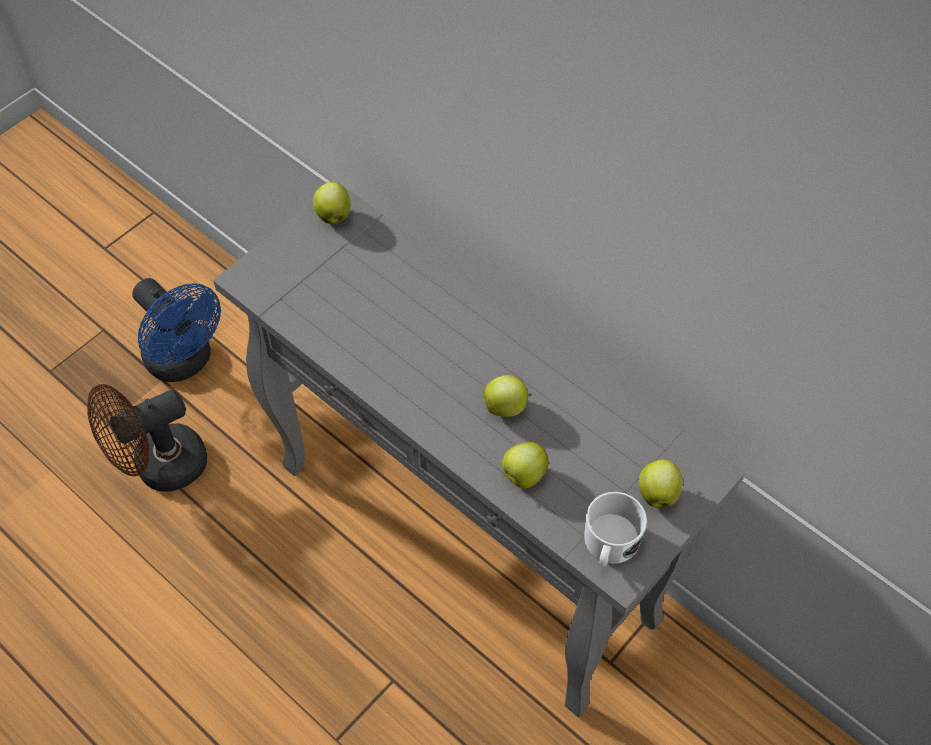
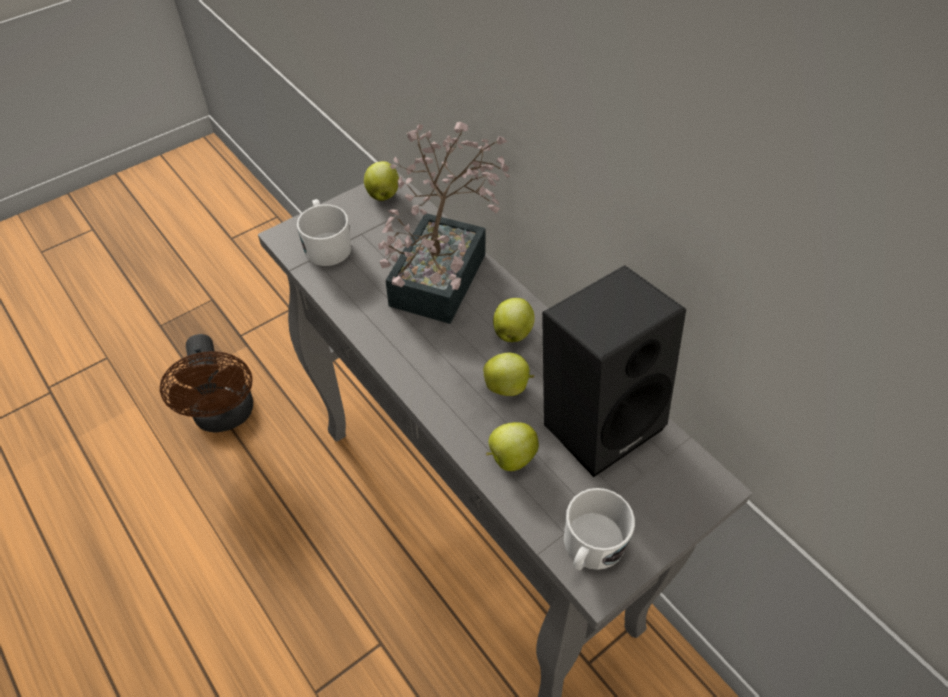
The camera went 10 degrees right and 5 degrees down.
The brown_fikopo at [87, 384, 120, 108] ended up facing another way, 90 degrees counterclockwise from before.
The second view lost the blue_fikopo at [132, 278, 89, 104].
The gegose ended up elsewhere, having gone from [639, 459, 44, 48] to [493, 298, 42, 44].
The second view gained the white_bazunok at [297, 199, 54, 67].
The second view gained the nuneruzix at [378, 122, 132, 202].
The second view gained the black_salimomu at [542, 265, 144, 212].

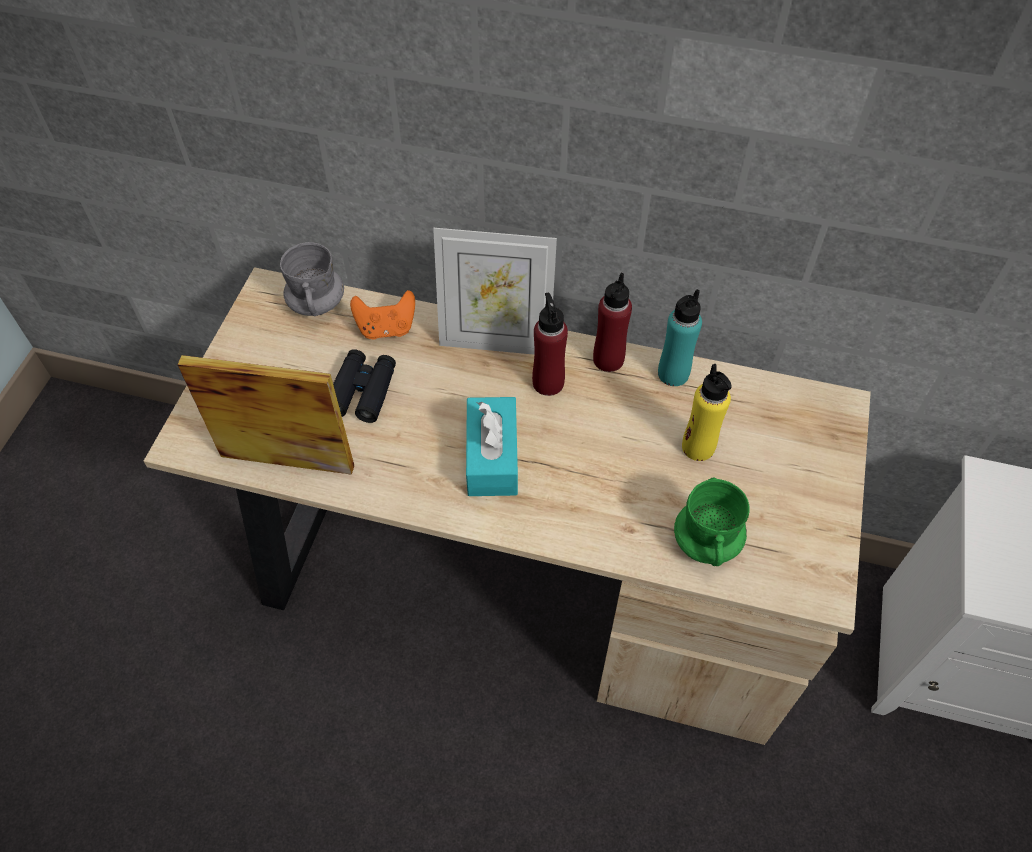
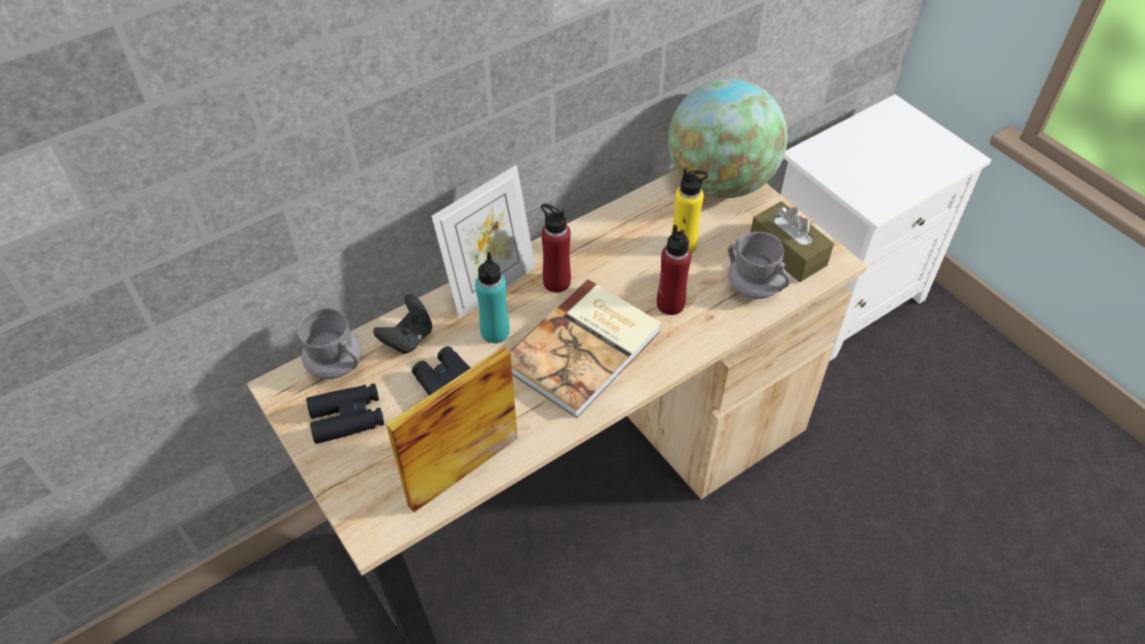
The camera went 50 degrees left and 5 degrees down.
What was the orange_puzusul at [350, 290, 65, 50] turned into the black_puzusul at [373, 294, 59, 60].
Where the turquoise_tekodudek stood at [466, 397, 52, 99], the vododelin came to stand at [509, 279, 152, 139].
The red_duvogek ended up elsewhere, having gone from [593, 273, 39, 99] to [657, 225, 34, 90].
The turquoise_duvogek ended up elsewhere, having gone from [658, 289, 44, 97] to [475, 252, 34, 91].
What was the green_bazunok at [674, 478, 76, 88] turned into the grey_bazunok at [728, 232, 63, 67].
The second view gained the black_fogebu at [306, 383, 78, 61].
The second view gained the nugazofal at [668, 78, 120, 120].
The second view gained the brown_tekodudek at [750, 201, 84, 81].

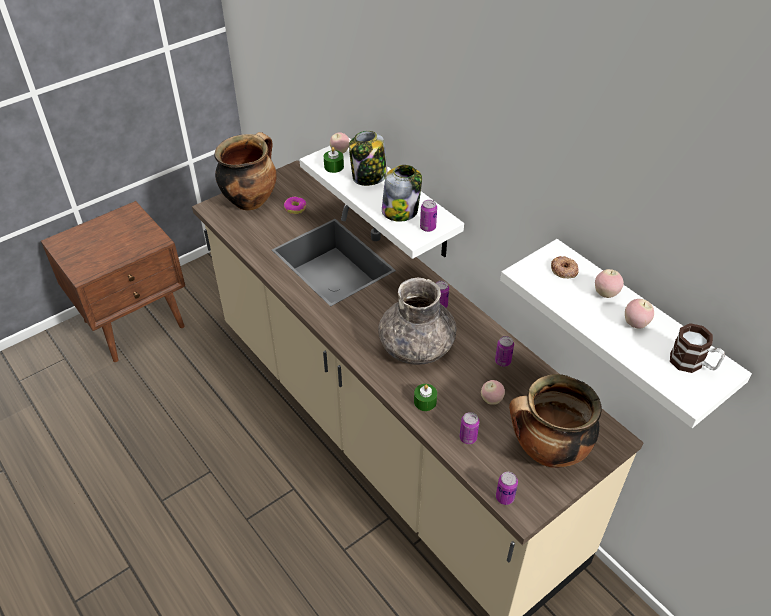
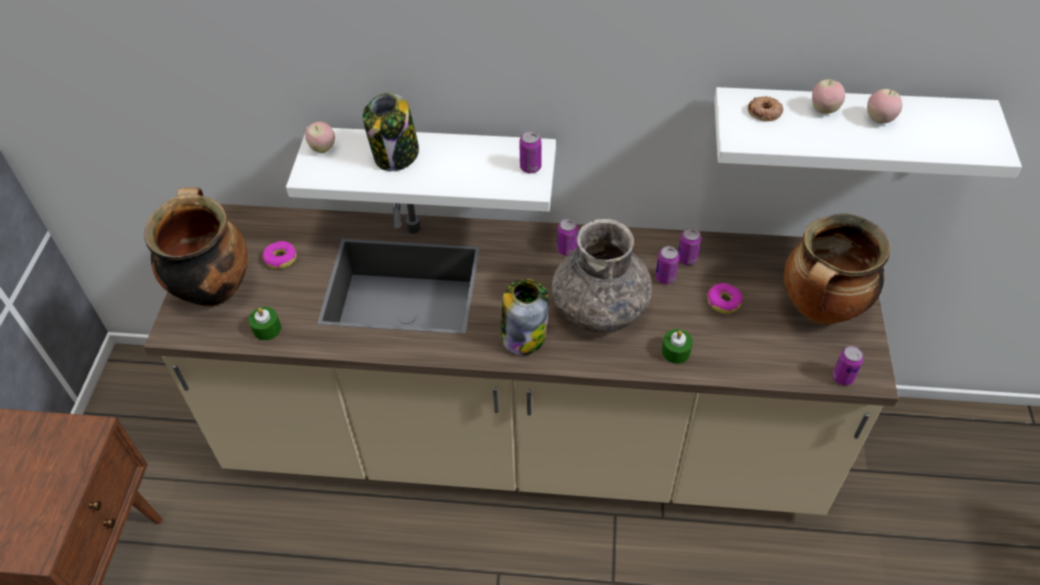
The camera went 45 degrees left and 5 degrees up.
The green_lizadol ended up elsewhere, having gone from [324, 147, 20, 26] to [248, 307, 33, 34].
The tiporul ended up elsewhere, having gone from [382, 165, 40, 57] to [500, 279, 49, 76].
The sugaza ended up elsewhere, having gone from [459, 412, 20, 32] to [655, 246, 24, 38].
Where the gegose stood at [481, 380, 24, 25], the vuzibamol came to stand at [707, 283, 36, 31].
The second view lost the bazunok at [670, 323, 55, 50].

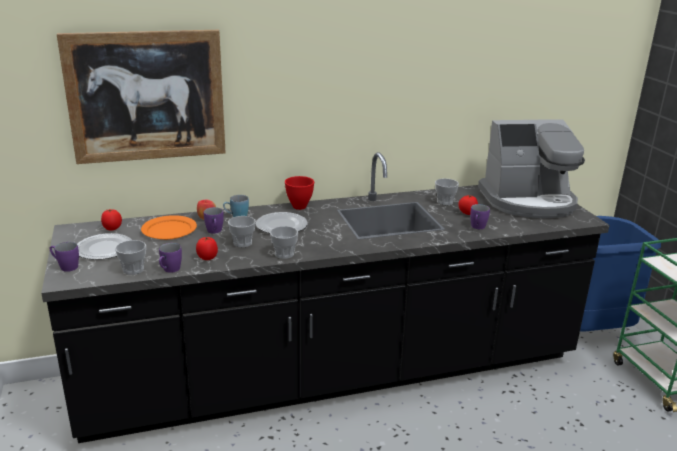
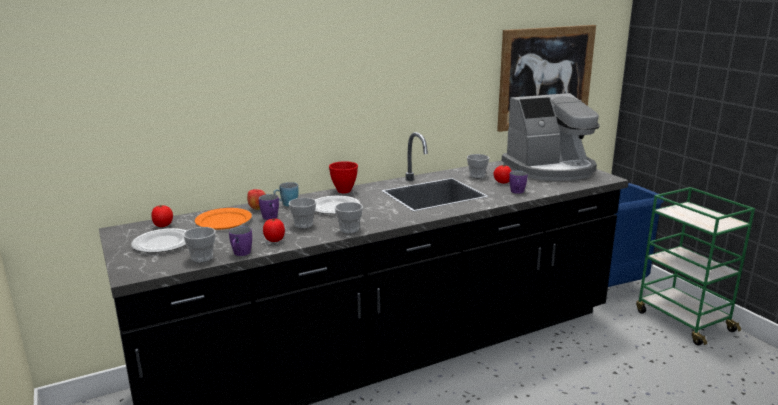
The camera went 10 degrees left and 5 degrees down.
The second view lost the purple_bazunok at [49, 242, 30, 30].
The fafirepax ended up elsewhere, having gone from [57, 30, 169, 134] to [497, 25, 99, 107].

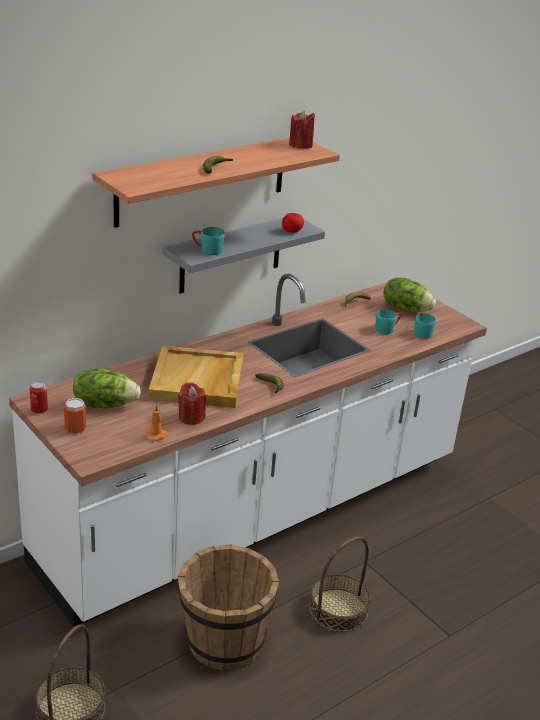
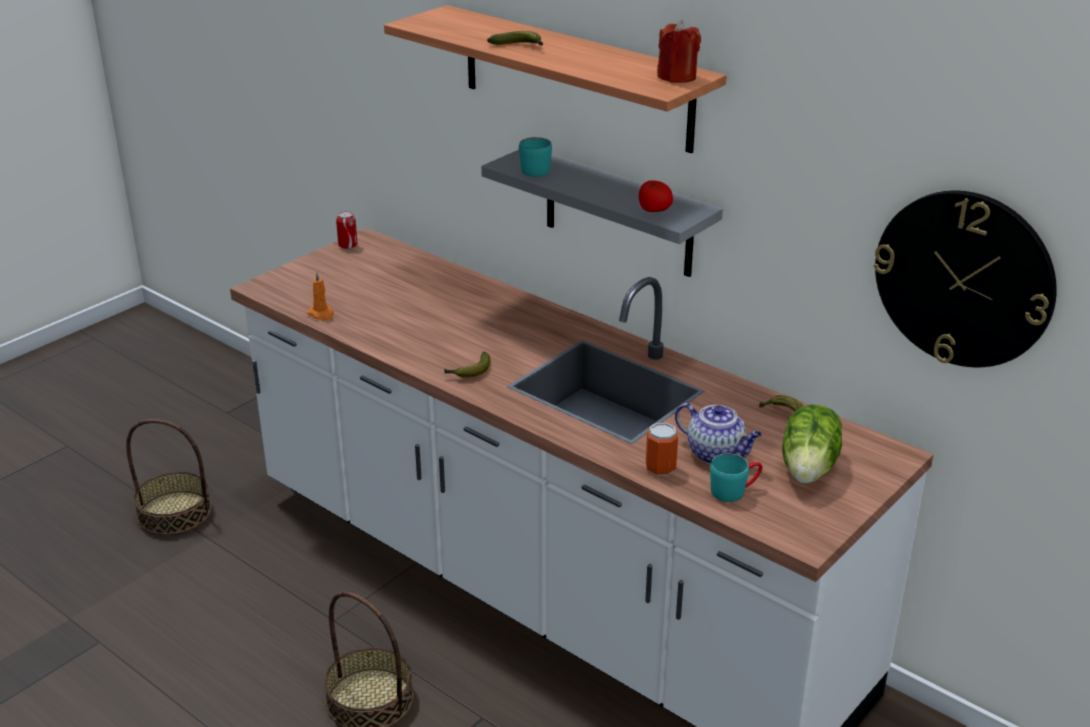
The camera went 80 degrees right and 0 degrees up.
The sugaza ended up elsewhere, having gone from [64, 398, 23, 36] to [646, 423, 32, 53].
The second view lost the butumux at [73, 369, 68, 39].
The second view lost the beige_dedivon at [148, 345, 96, 63].
The second view lost the red_lizadol at [178, 382, 28, 43].
The second view lost the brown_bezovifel at [178, 545, 101, 126].
Where the turquoise_bazunok stood at [375, 309, 26, 26], the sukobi came to stand at [675, 403, 87, 61].
The second view gained the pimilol at [874, 191, 183, 176].

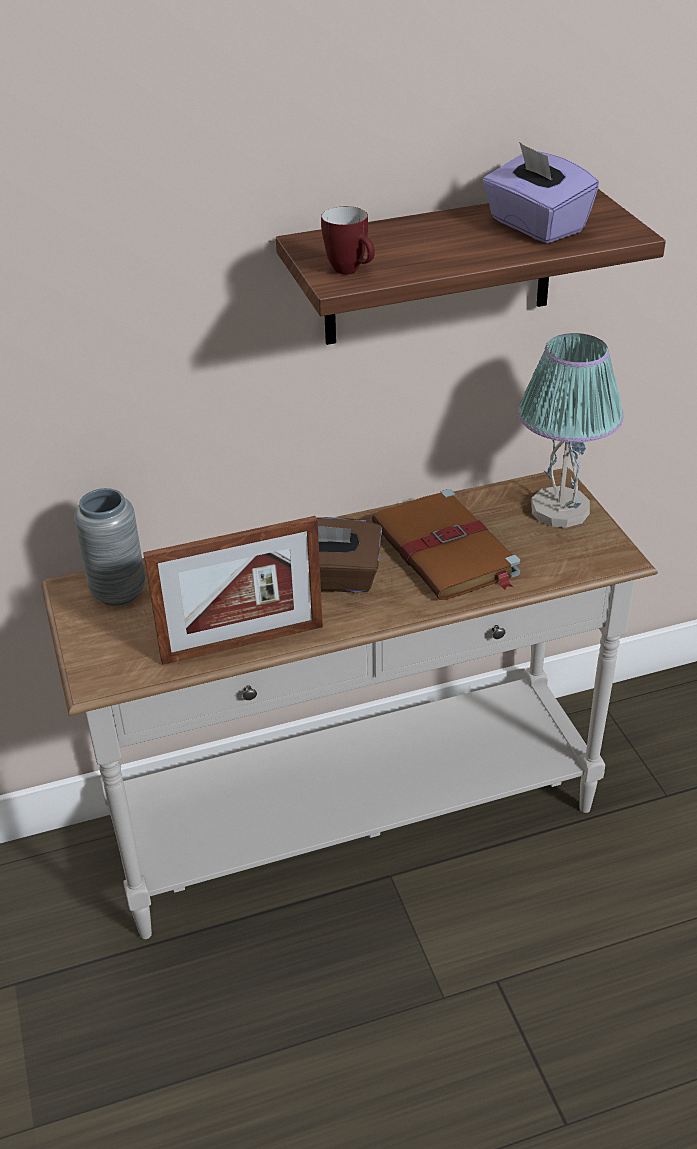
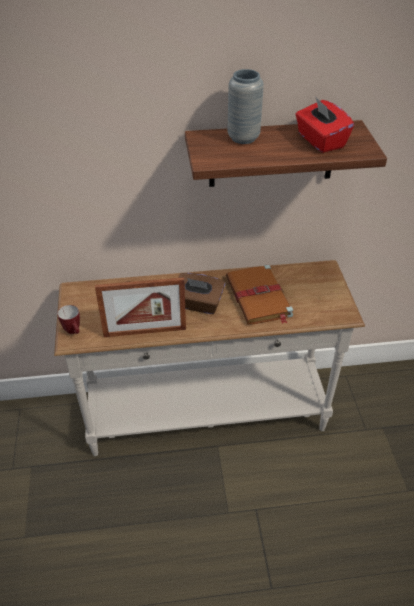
The camera went 10 degrees right and 5 degrees up.
The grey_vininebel ended up elsewhere, having gone from [74, 488, 71, 118] to [227, 69, 37, 75].
The bazunok ended up elsewhere, having gone from [321, 206, 54, 69] to [58, 305, 22, 29].
What was the purple_tekodudek at [483, 142, 116, 101] turned into the red_tekodudek at [295, 98, 59, 55].
The second view lost the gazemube at [518, 333, 106, 195].

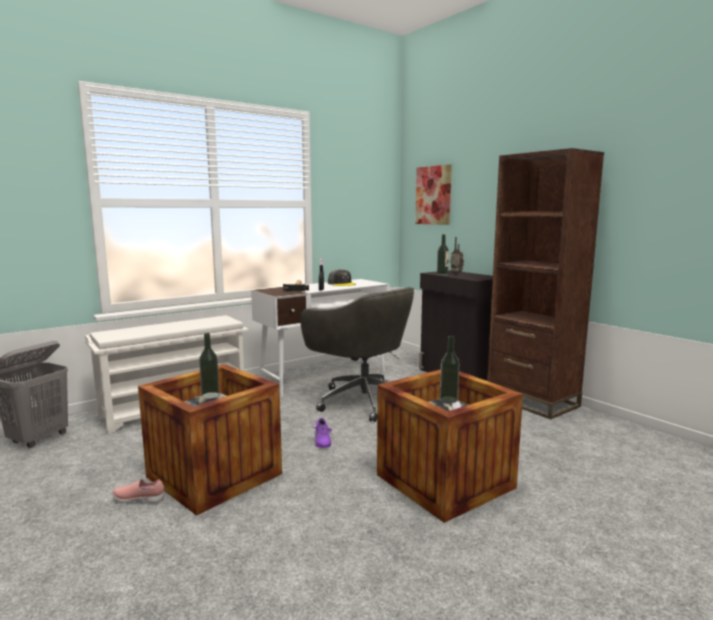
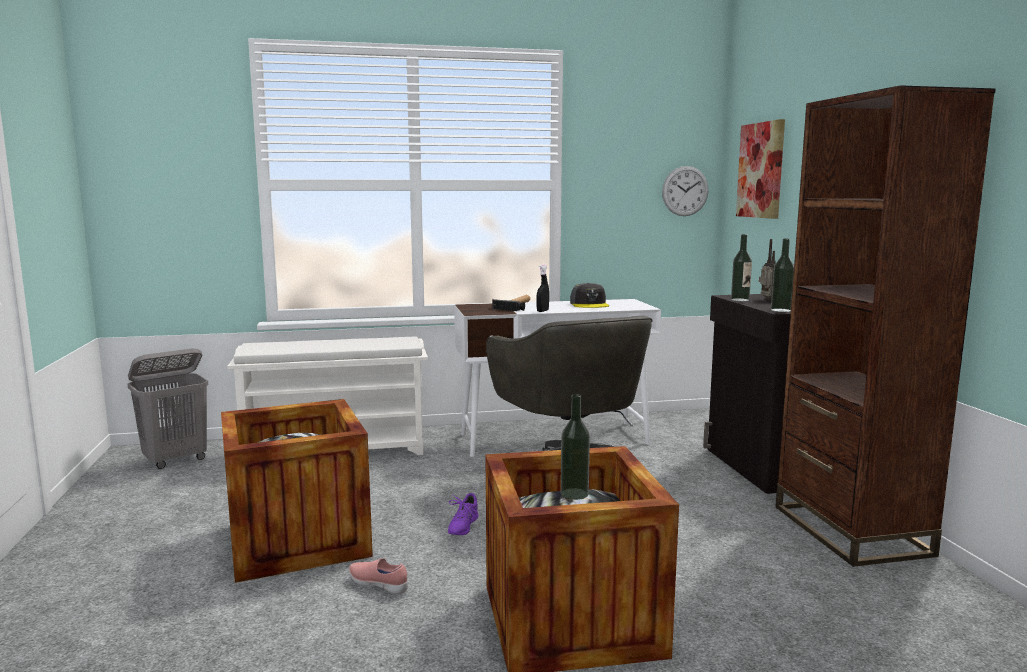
The camera went 25 degrees right and 0 degrees up.
The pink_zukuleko ended up elsewhere, having gone from [112, 479, 53, 24] to [349, 558, 59, 36].
The duvogek ended up elsewhere, having gone from [199, 333, 21, 66] to [771, 239, 23, 73].
The second view gained the pimilol at [662, 166, 47, 50].

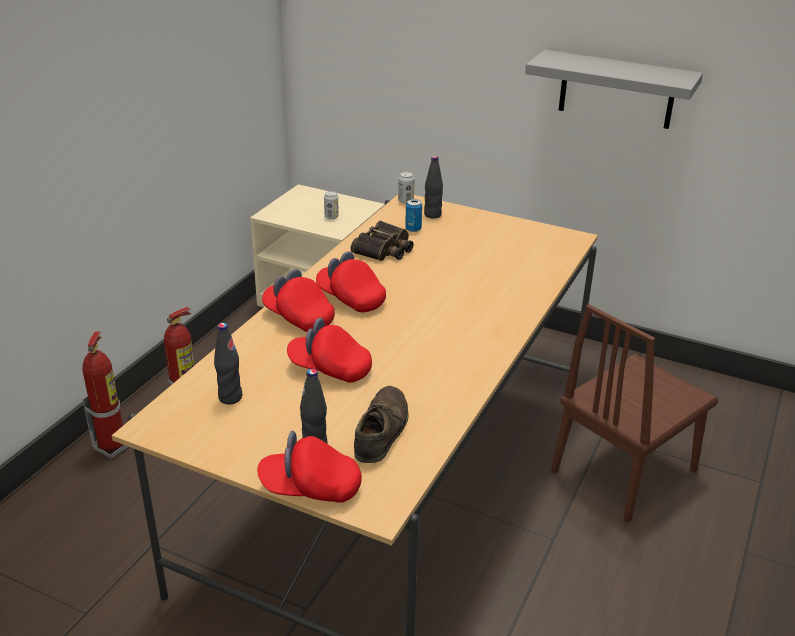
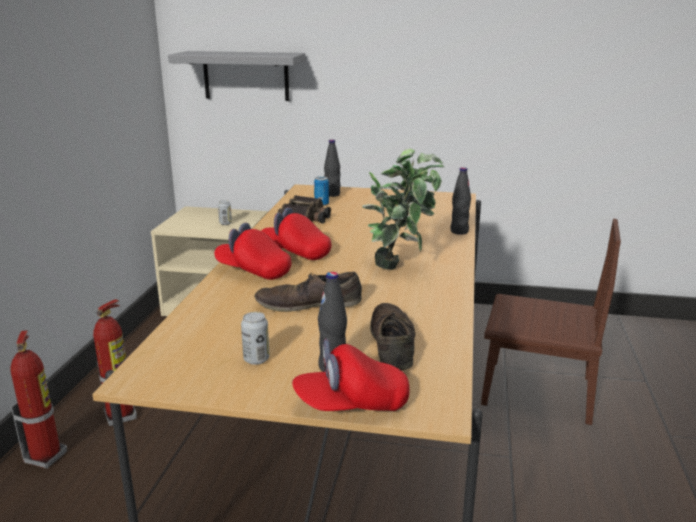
The camera went 15 degrees left and 10 degrees down.
The black_duvogek ended up elsewhere, having gone from [214, 323, 28, 81] to [451, 167, 20, 68].
Where the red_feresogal stood at [287, 317, 85, 66], the brown_zukuleko came to stand at [255, 272, 107, 40].
The sugaza ended up elsewhere, having gone from [398, 172, 17, 32] to [241, 312, 29, 53].
The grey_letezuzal ended up elsewhere, having gone from [525, 50, 178, 79] to [168, 51, 137, 50].
The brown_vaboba at [551, 304, 167, 219] ended up facing another way, 105 degrees counterclockwise from before.
The second view gained the nuneruzix at [362, 149, 82, 121].

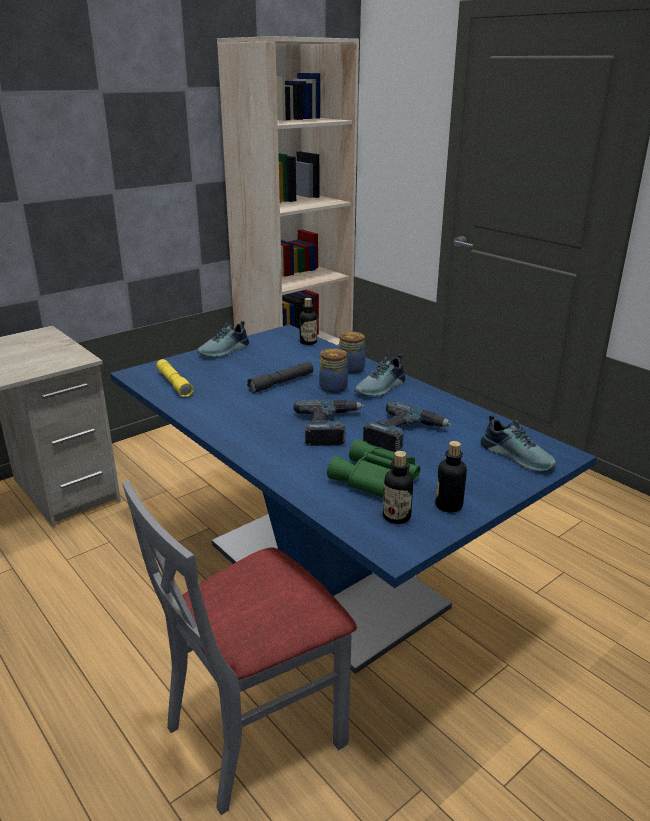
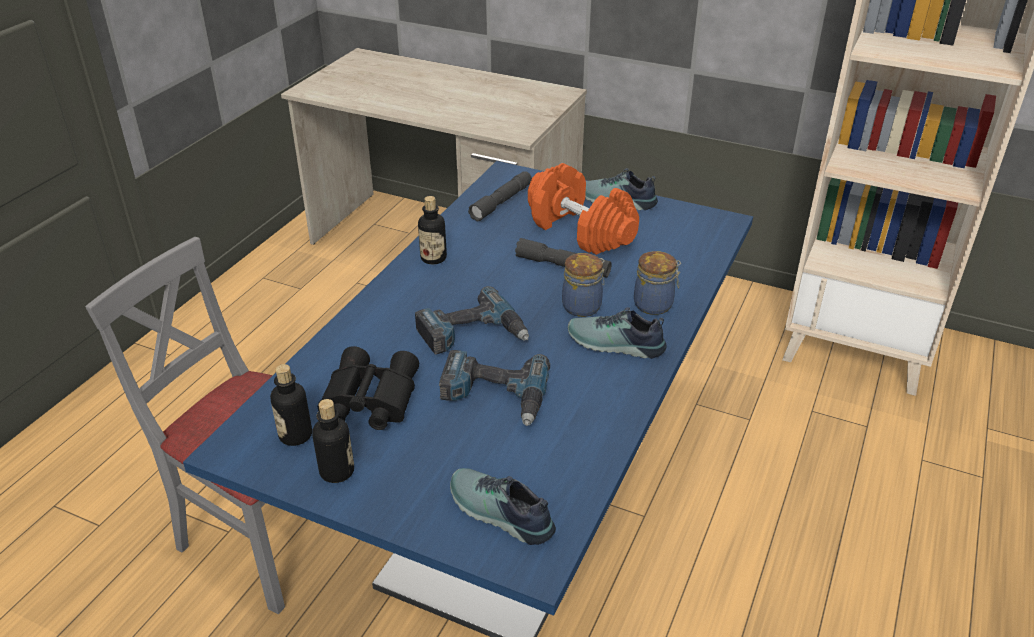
The camera went 65 degrees right and 10 degrees up.
What was the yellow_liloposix at [156, 359, 38, 38] turned into the grey_liloposix at [468, 171, 64, 50].
The duvogek ended up elsewhere, having gone from [299, 298, 18, 47] to [418, 196, 29, 68].
What was the green_fogebu at [327, 439, 93, 60] turned into the black_fogebu at [318, 346, 101, 84].
The zukuleko at [481, 415, 75, 56] ended up facing another way, 105 degrees clockwise from before.
The second view gained the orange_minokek at [528, 163, 111, 92].

